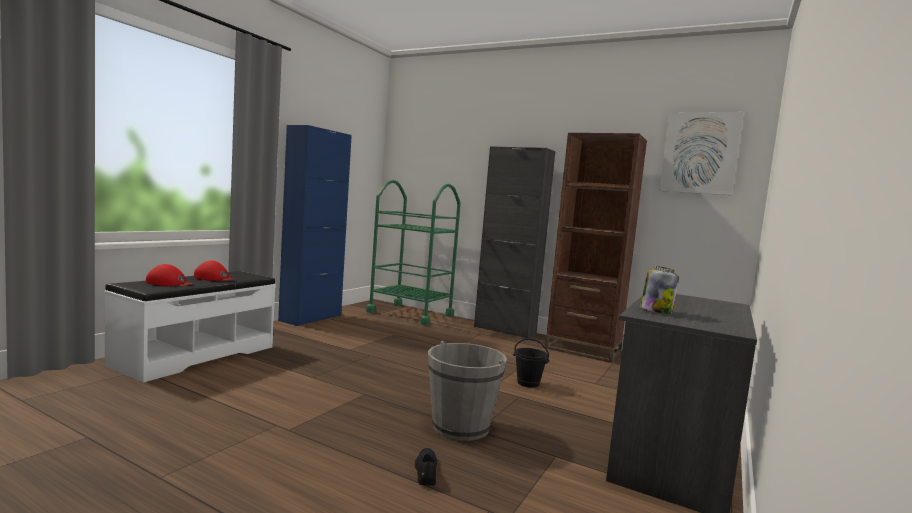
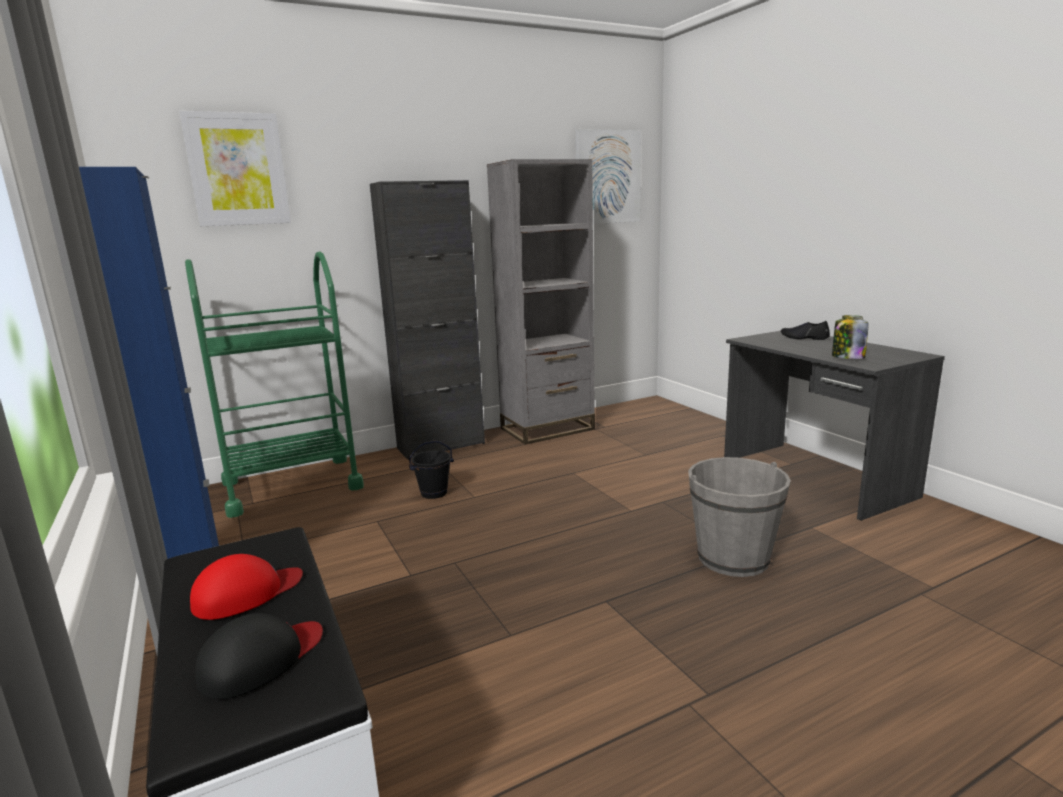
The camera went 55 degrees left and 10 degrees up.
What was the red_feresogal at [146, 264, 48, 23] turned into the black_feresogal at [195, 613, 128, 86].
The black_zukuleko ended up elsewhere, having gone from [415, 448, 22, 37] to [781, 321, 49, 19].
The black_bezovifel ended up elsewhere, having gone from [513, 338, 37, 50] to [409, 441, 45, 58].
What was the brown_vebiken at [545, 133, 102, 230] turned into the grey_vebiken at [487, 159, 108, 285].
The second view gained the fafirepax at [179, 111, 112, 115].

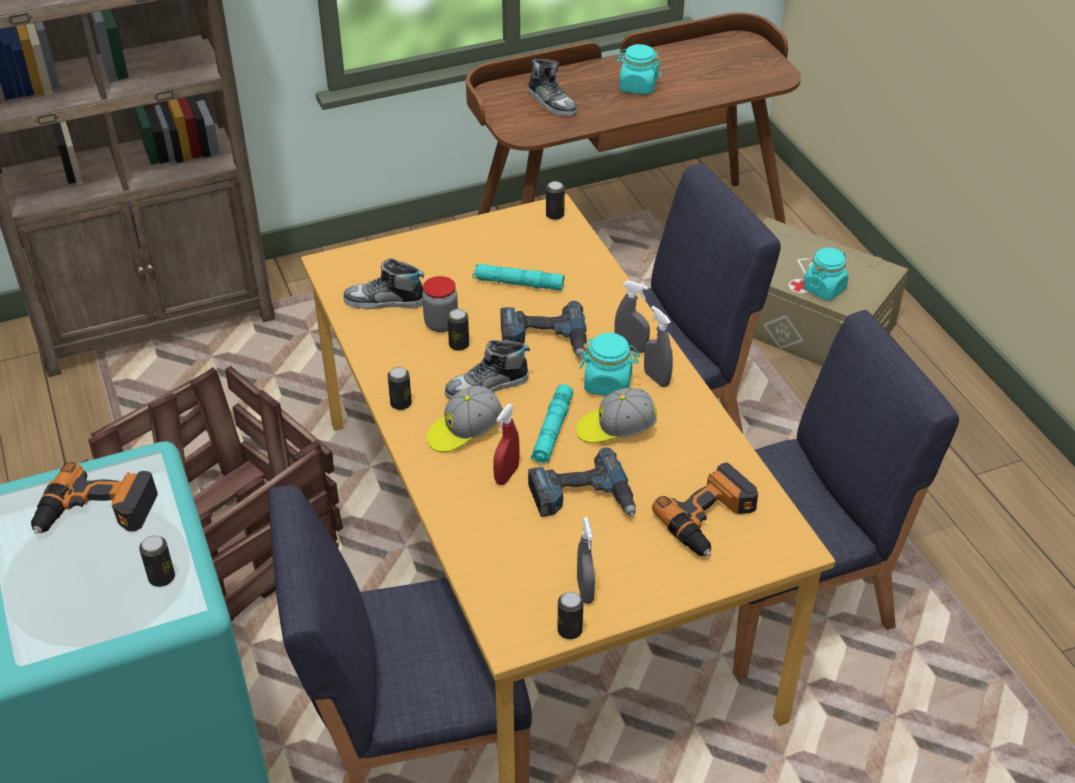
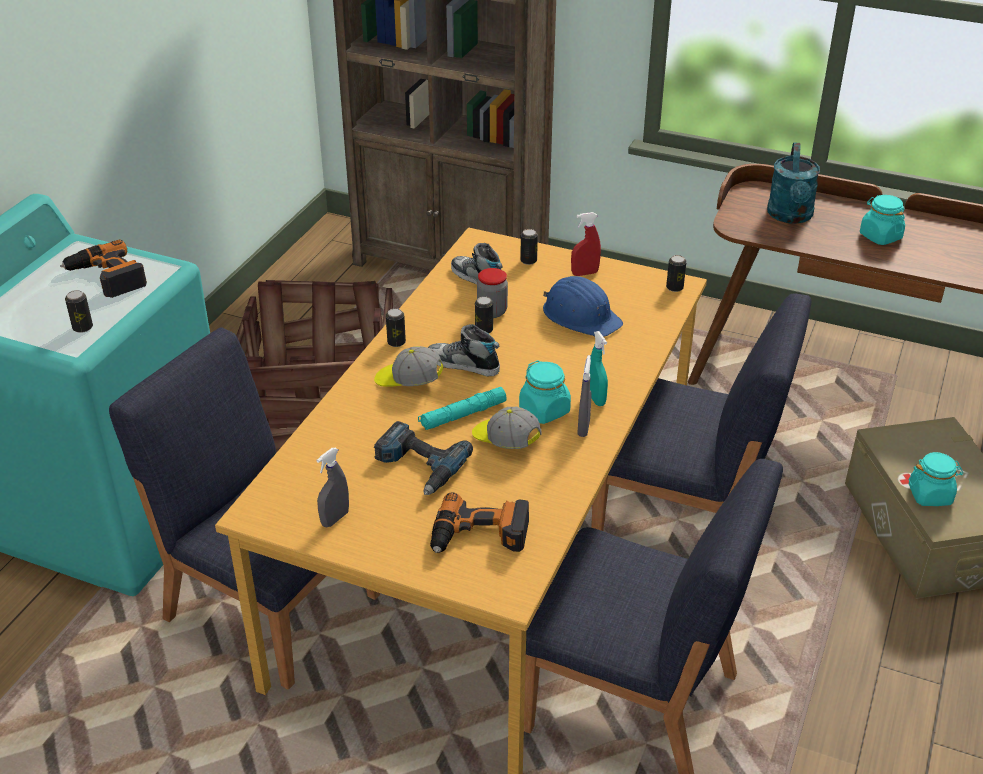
The camera went 45 degrees right and 5 degrees down.
Where the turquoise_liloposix stood at [473, 264, 91, 27], the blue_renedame came to stand at [543, 276, 80, 61].
The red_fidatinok ended up elsewhere, having gone from [493, 404, 26, 81] to [571, 212, 30, 64].
The second view lost the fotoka at [500, 301, 87, 57].
Where the zukuleko stood at [528, 59, 49, 58], the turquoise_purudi came to stand at [767, 142, 53, 82].
The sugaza ended up elsewhere, having gone from [557, 592, 26, 47] to [520, 229, 18, 36].
What was the grey_fidatinok at [614, 281, 36, 72] turned into the turquoise_fidatinok at [590, 331, 18, 75].

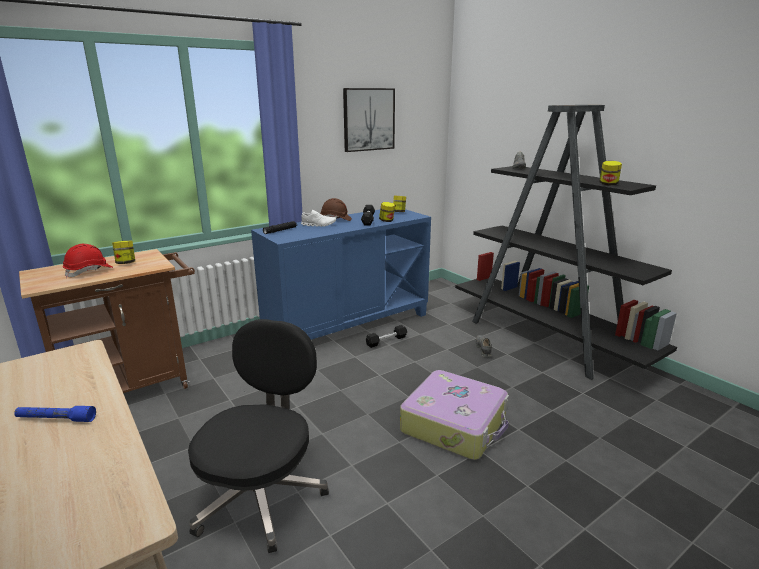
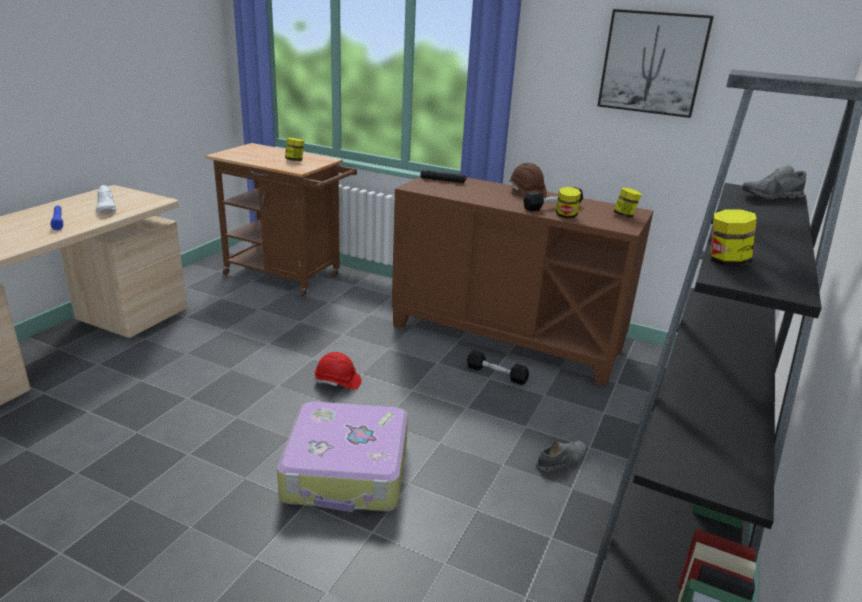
The camera went 60 degrees right and 5 degrees up.
The red_renedame ended up elsewhere, having gone from [63, 244, 50, 34] to [315, 352, 47, 38].
The second view lost the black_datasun at [188, 319, 141, 234].
What was the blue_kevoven at [251, 209, 180, 131] turned into the brown_kevoven at [392, 176, 261, 210].
The white_zukuleko ended up elsewhere, having gone from [301, 210, 35, 17] to [96, 185, 21, 27].

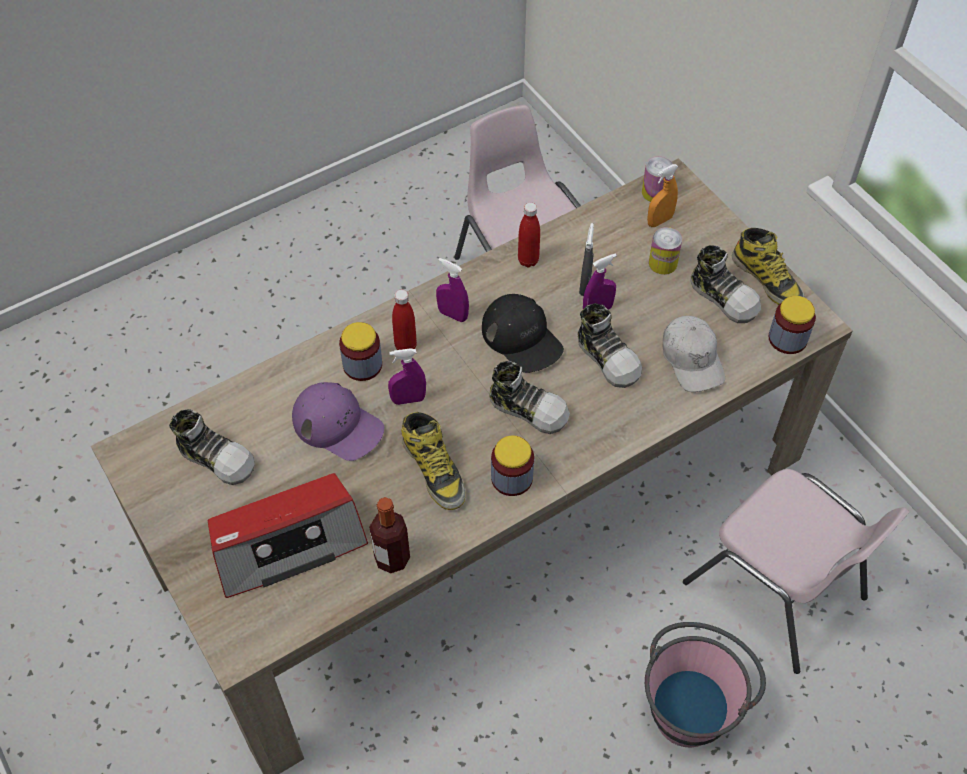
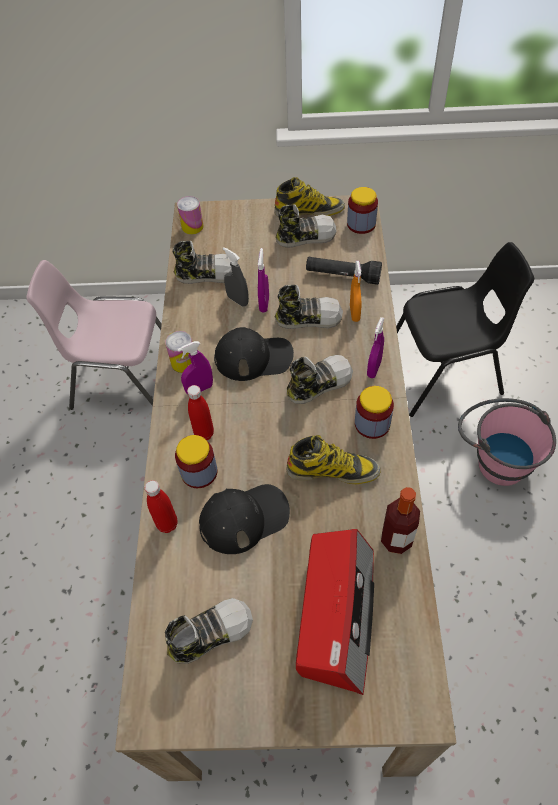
The camera went 55 degrees left and 0 degrees up.
What was the purple_feresogal at [292, 382, 92, 79] turned into the black_feresogal at [199, 484, 91, 70].
The purple_fidatinok ended up elsewhere, having gone from [388, 348, 38, 57] to [367, 317, 17, 61].
The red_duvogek ended up elsewhere, having gone from [518, 202, 22, 65] to [145, 480, 32, 53].
The orange_fidatinok ended up elsewhere, having gone from [647, 164, 31, 63] to [350, 261, 11, 61].
The sugaza ended up elsewhere, having gone from [649, 227, 33, 48] to [165, 331, 27, 42].
Where the white_feresogal stood at [663, 316, 62, 76], the black_liloposix came to stand at [306, 257, 76, 28].
What was the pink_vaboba at [683, 469, 227, 205] turned into the black_vaboba at [396, 242, 138, 175].
The second view gained the zukuleko at [173, 241, 59, 43].

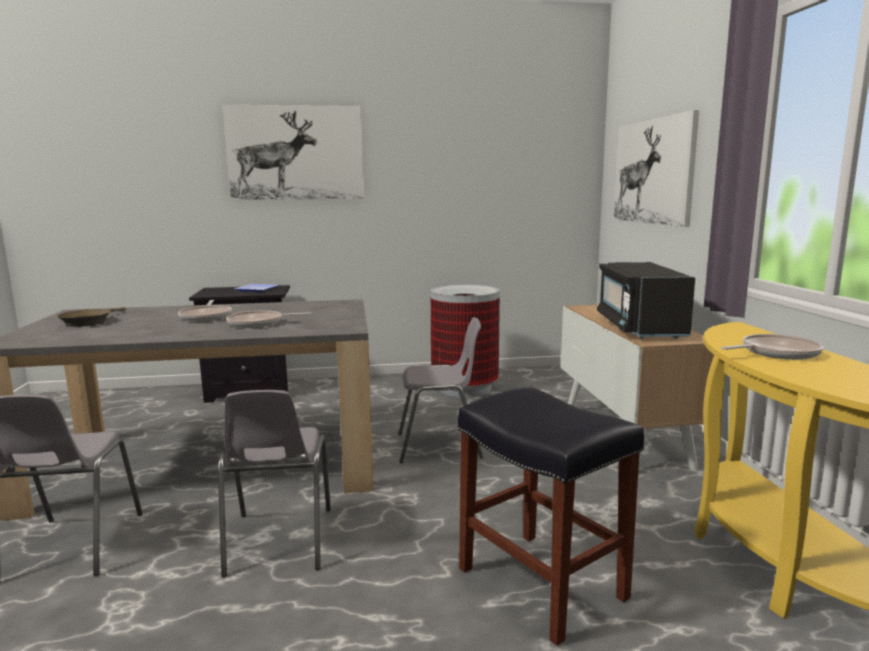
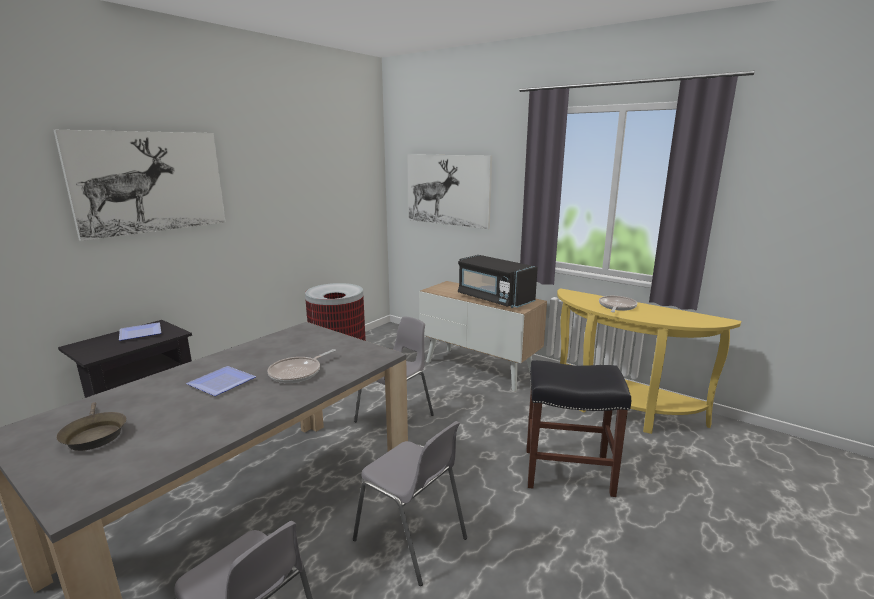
The camera went 45 degrees left and 5 degrees up.
Where the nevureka stood at [178, 300, 54, 22], the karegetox came to stand at [186, 366, 70, 30].

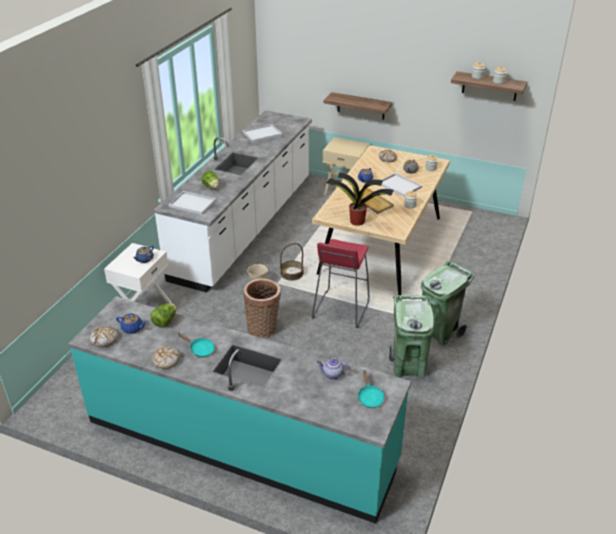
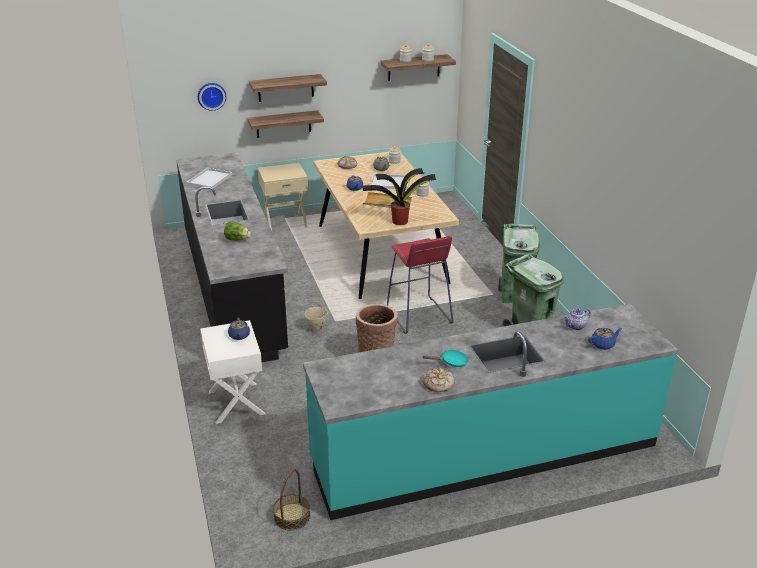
The camera went 40 degrees left and 5 degrees down.
The second view lost the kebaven at [90, 326, 28, 22].
The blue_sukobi ended up elsewhere, having gone from [116, 314, 31, 20] to [588, 328, 34, 22].
The second view lost the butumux at [150, 303, 27, 25].
What was the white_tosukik at [154, 110, 158, 183] turned into the black_tosukik at [176, 152, 112, 210].
The second view lost the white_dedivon at [169, 191, 47, 24].
The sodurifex ended up elsewhere, having gone from [280, 243, 24, 38] to [273, 469, 38, 61].
The second view lost the turquoise_nevureka at [358, 370, 26, 38].
The second view gained the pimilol at [198, 83, 28, 28].
The second view gained the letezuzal at [249, 74, 78, 28].

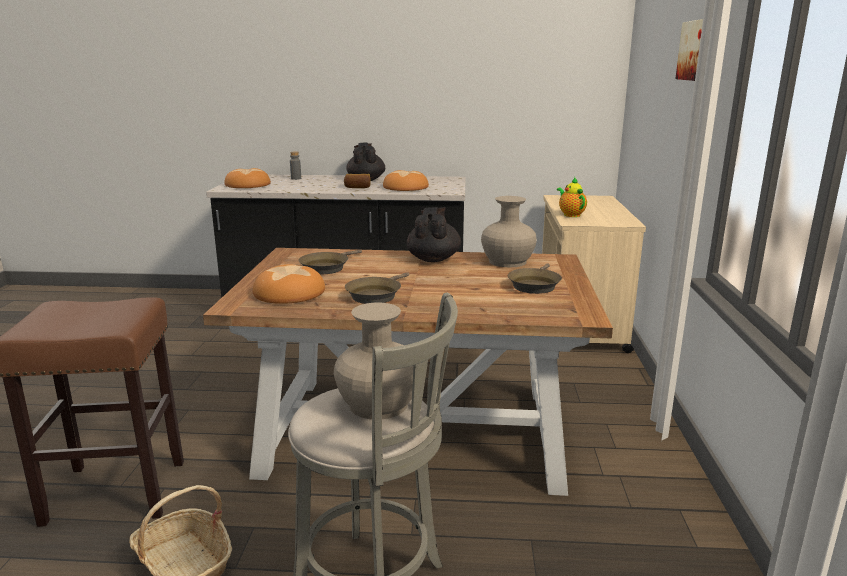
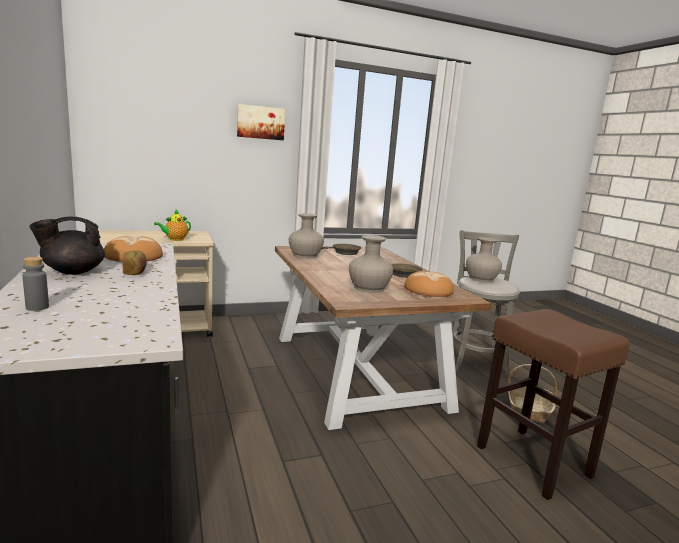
The camera went 115 degrees left and 5 degrees down.
The second view lost the kebaven at [225, 168, 46, 20].
Where the brown_nevureka stood at [298, 249, 64, 25], the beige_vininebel came to stand at [349, 235, 44, 58].
The second view lost the black_sukobi at [407, 207, 54, 55].

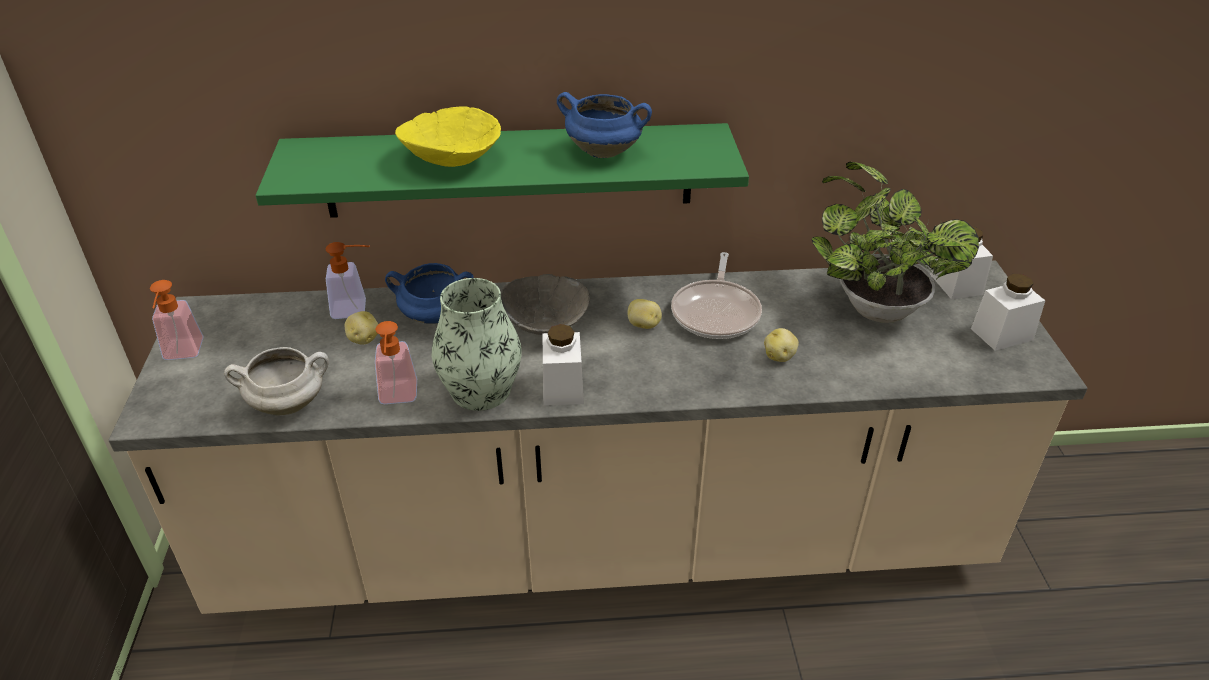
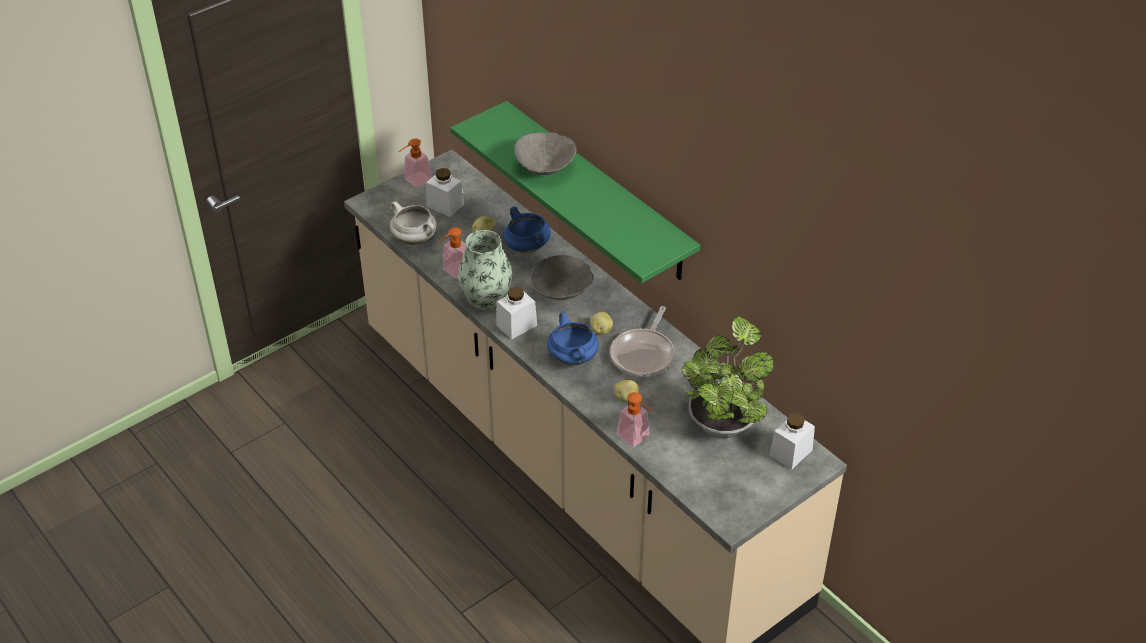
The camera went 55 degrees right and 5 degrees up.
The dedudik ended up elsewhere, having gone from [325, 242, 45, 77] to [617, 392, 35, 55].
What was the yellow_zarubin at [395, 106, 106, 61] turned into the grey_zarubin at [514, 132, 63, 43].
The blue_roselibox ended up elsewhere, having gone from [557, 92, 95, 66] to [547, 312, 52, 54].
The nevureka at [671, 252, 91, 87] ended up facing another way, 45 degrees counterclockwise from before.
The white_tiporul ended up elsewhere, having gone from [971, 274, 75, 77] to [426, 168, 38, 49].

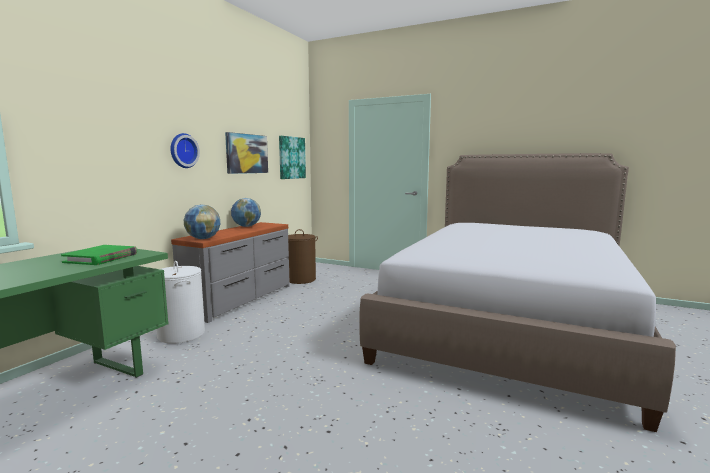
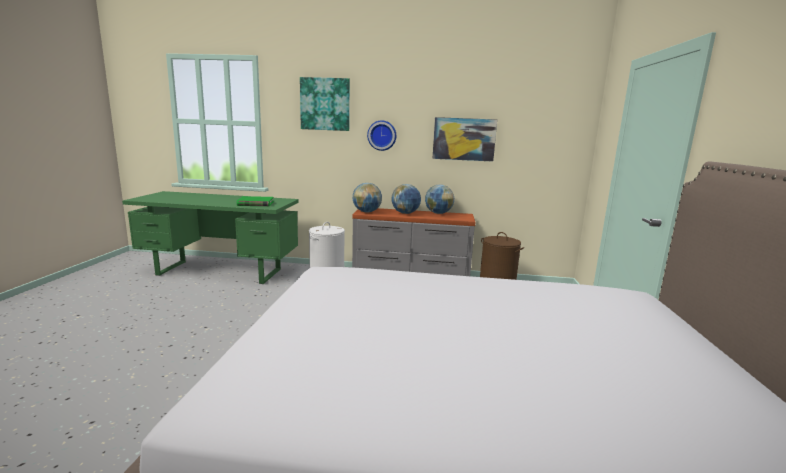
The camera went 70 degrees right and 5 degrees up.
The fafirepax ended up elsewhere, having gone from [279, 136, 27, 43] to [300, 77, 50, 54].
The second view gained the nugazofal at [392, 184, 29, 30].

